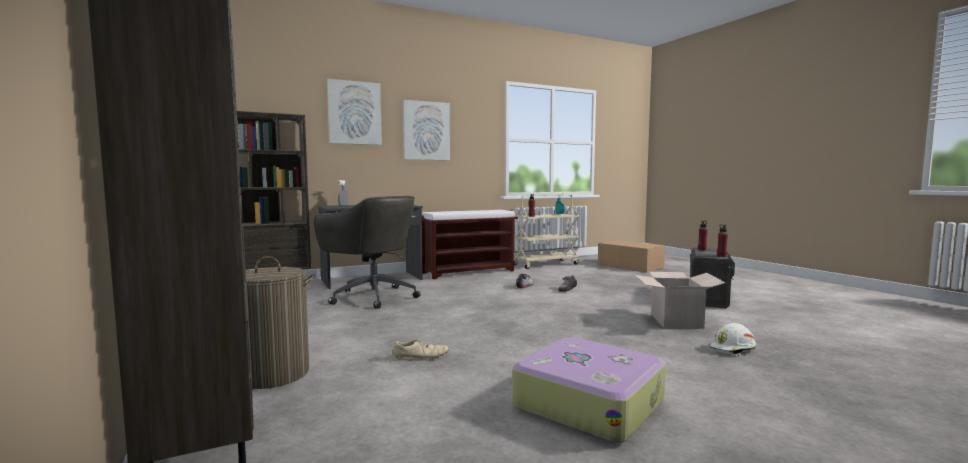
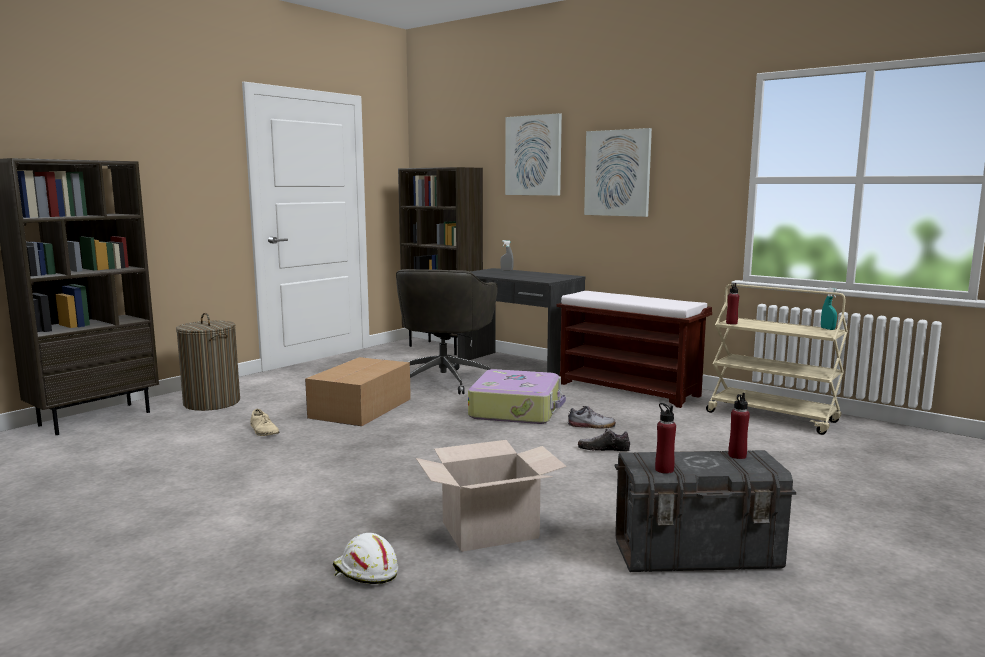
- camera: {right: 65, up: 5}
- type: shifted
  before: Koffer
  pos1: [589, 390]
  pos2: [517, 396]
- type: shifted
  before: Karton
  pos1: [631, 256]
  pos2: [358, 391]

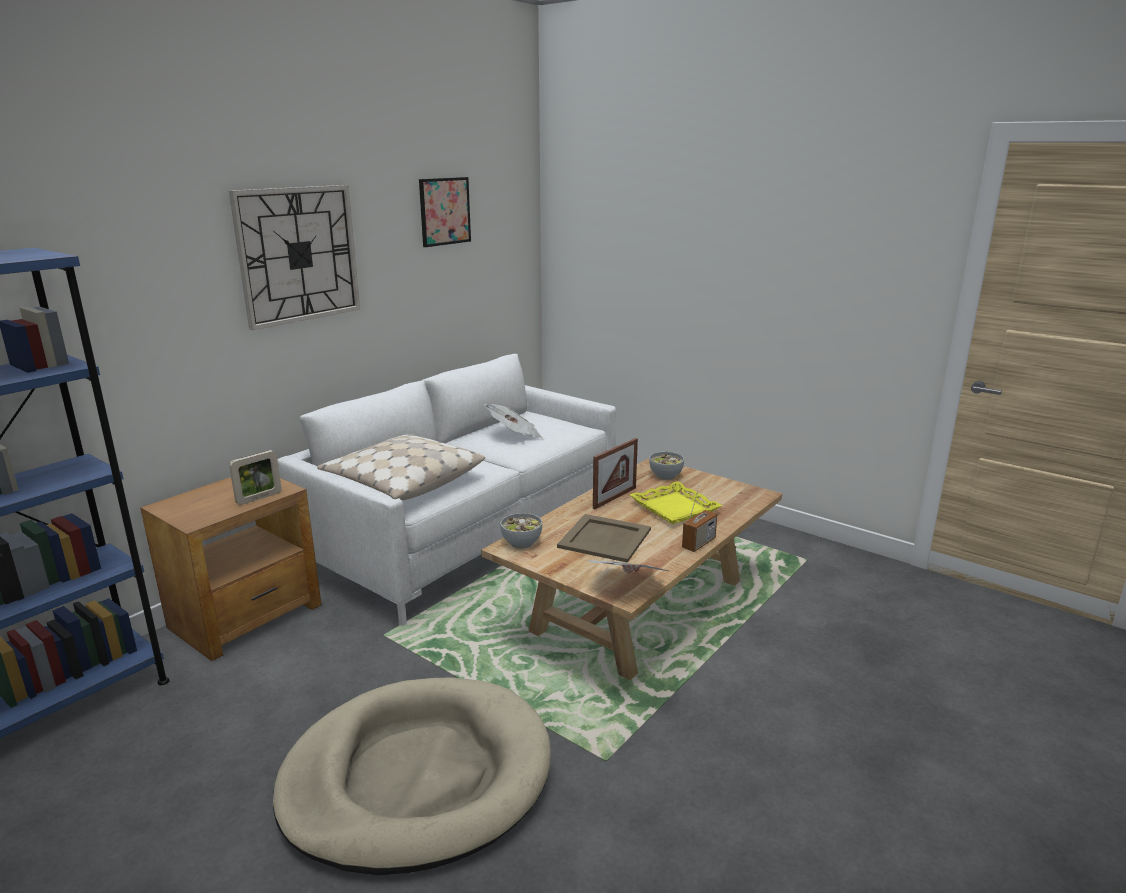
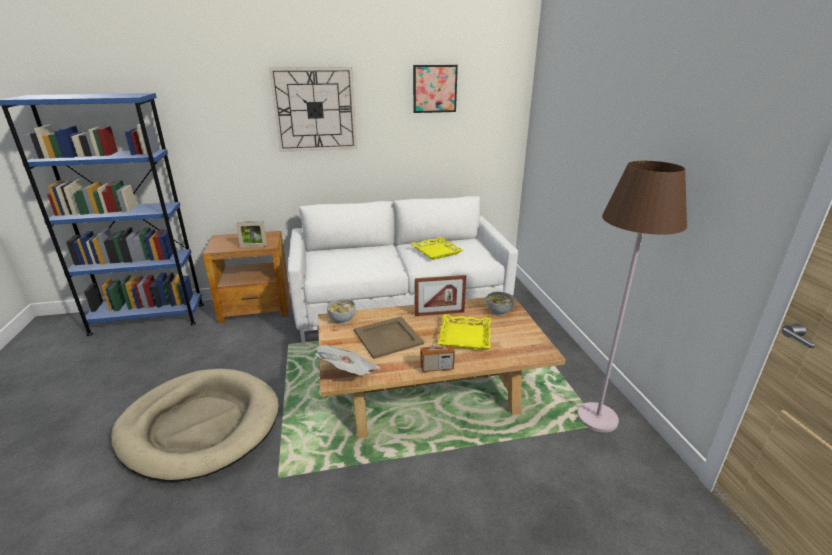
- camera: {right: 40, up: 5}
- type: gone
  before: Kissen [beige]
  pos1: [401, 467]
- type: swapped
  before: Zeitung
  after: Tablett [gelb]
  pos1: [513, 421]
  pos2: [437, 248]
- type: new
  after: Stehlampe [braun]
  pos2: [632, 297]

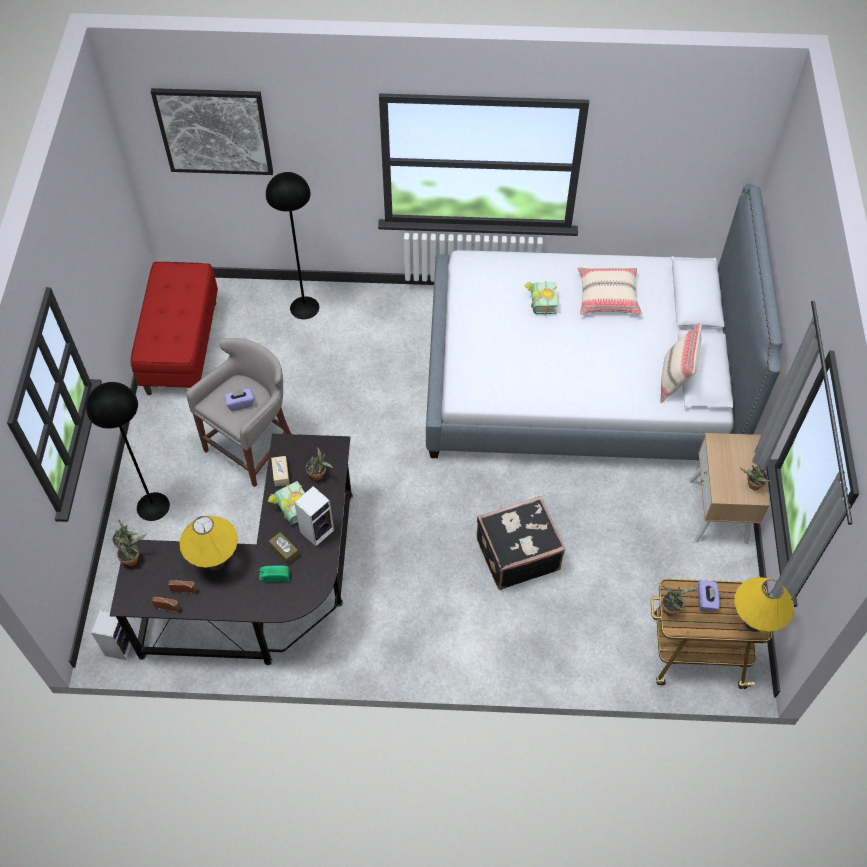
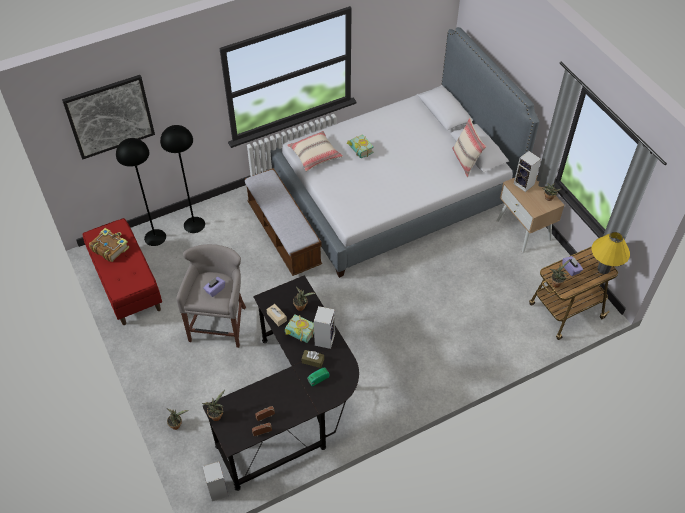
- camera: {right: -30, up: -5}
- type: shifted
  before: Stehlampe [schwarz]
  pos1: [128, 451]
  pos2: [141, 192]
- type: gone
  before: Tischlampe [gelb]
  pos1: [209, 543]
- type: gone
  before: Koffer [schwarz]
  pos1: [521, 543]
- type: shifted
  before: Kissen [beige]
  pos1: [609, 291]
  pos2: [315, 151]
- type: new
  after: Buch
  pos2: [109, 245]
- type: new
  after: Bank
  pos2: [283, 222]
- type: new
  after: Lautsprecher
  pos2: [527, 171]

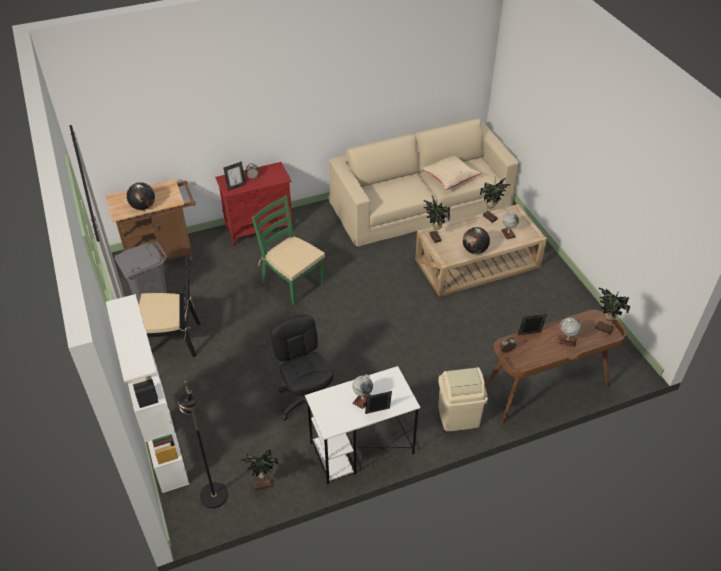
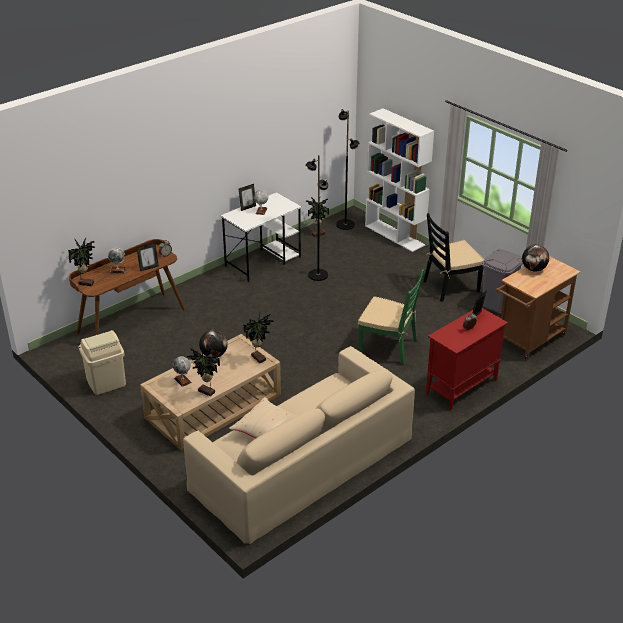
- camera: {right: 160, up: -10}
- type: swapped
  before: Bürostuhl [schwarz]
  after: Stehlampe [schwarz]
  pos1: [301, 367]
  pos2: [316, 218]
- type: shifted
  before: Mülleimer [beige]
  pos1: [463, 399]
  pos2: [102, 362]

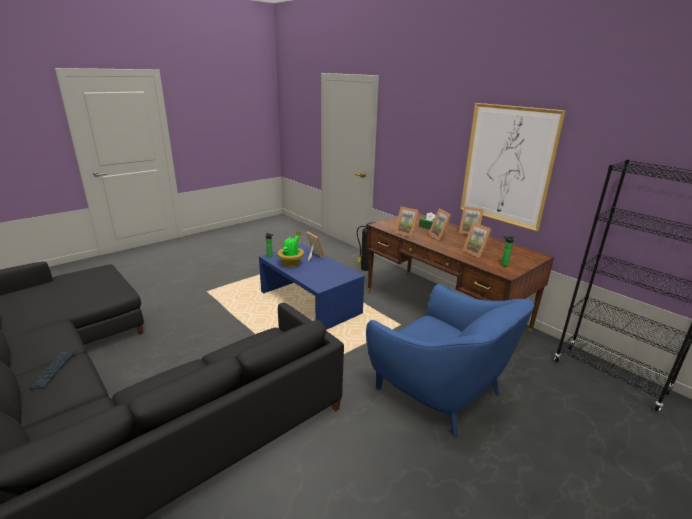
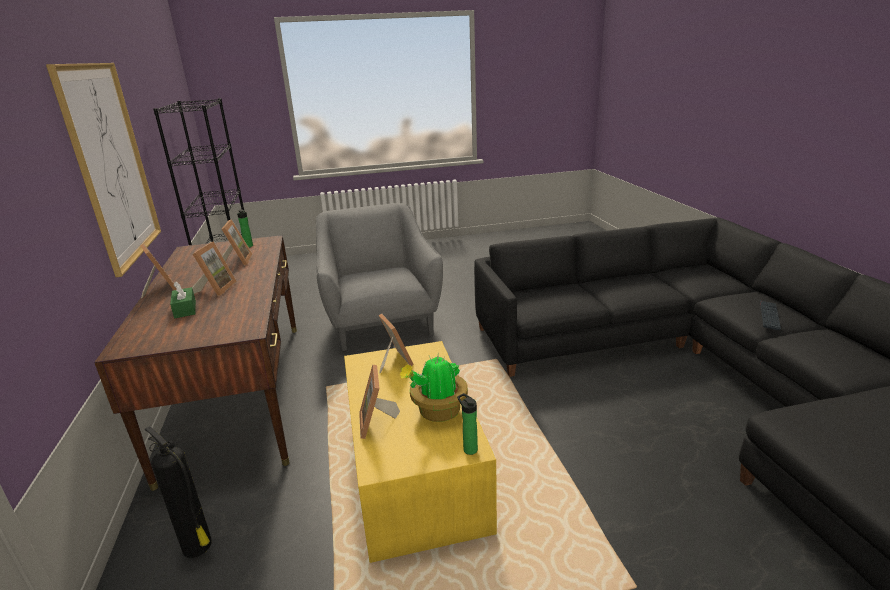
- camera: {right: -150, up: 0}
- type: repainted
  before: Couchtisch [blau]
  after: Couchtisch [gelb]
  pos1: [311, 287]
  pos2: [420, 452]
- type: repainted
  before: Sessel [blau]
  after: Sessel [grau]
  pos1: [450, 360]
  pos2: [379, 277]
- type: shifted
  before: Bilderrahmen
  pos1: [407, 221]
  pos2: [396, 343]

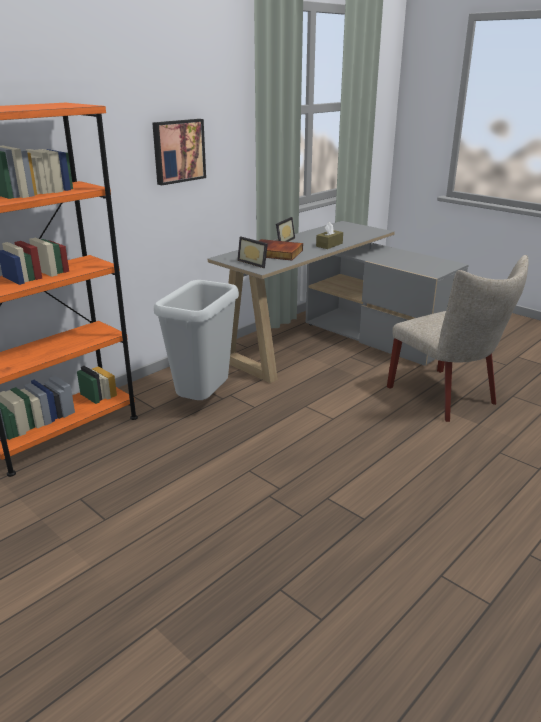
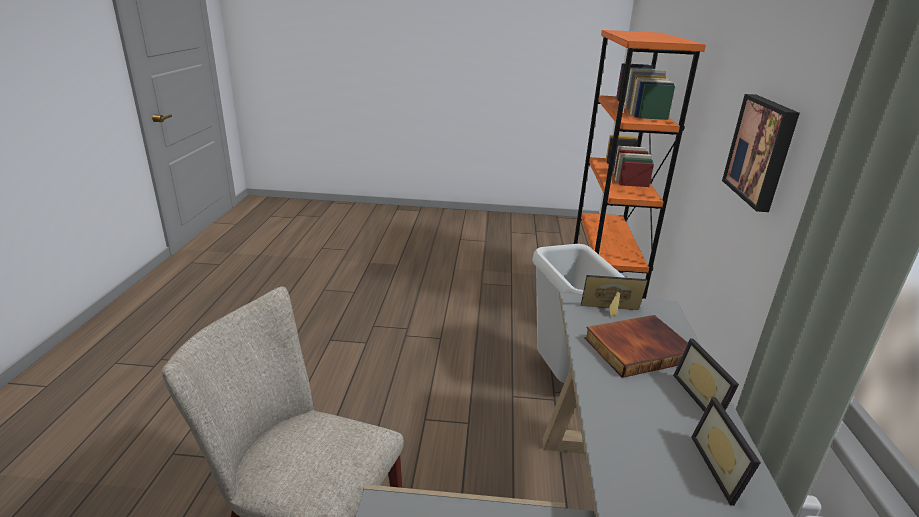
- camera: {right: 140, up: 0}
- type: gone
  before: Taschentuchbox [braun]
  pos1: [329, 235]
- type: new
  after: Bilderrahmen
  pos2: [726, 451]

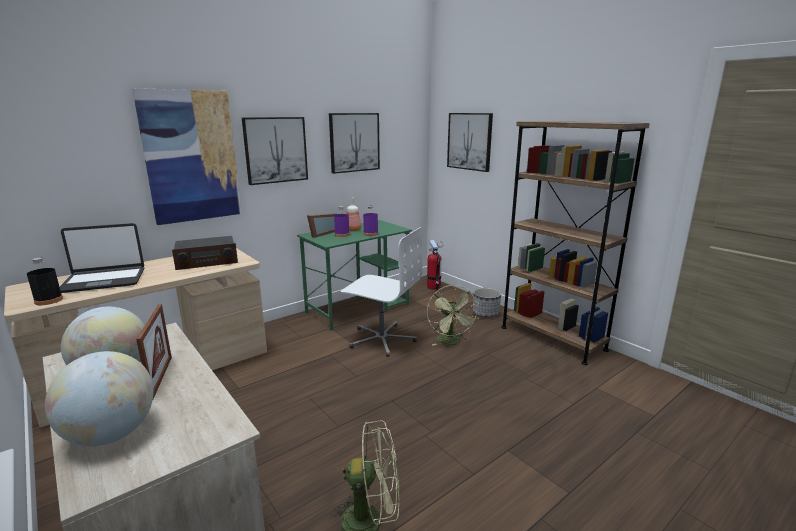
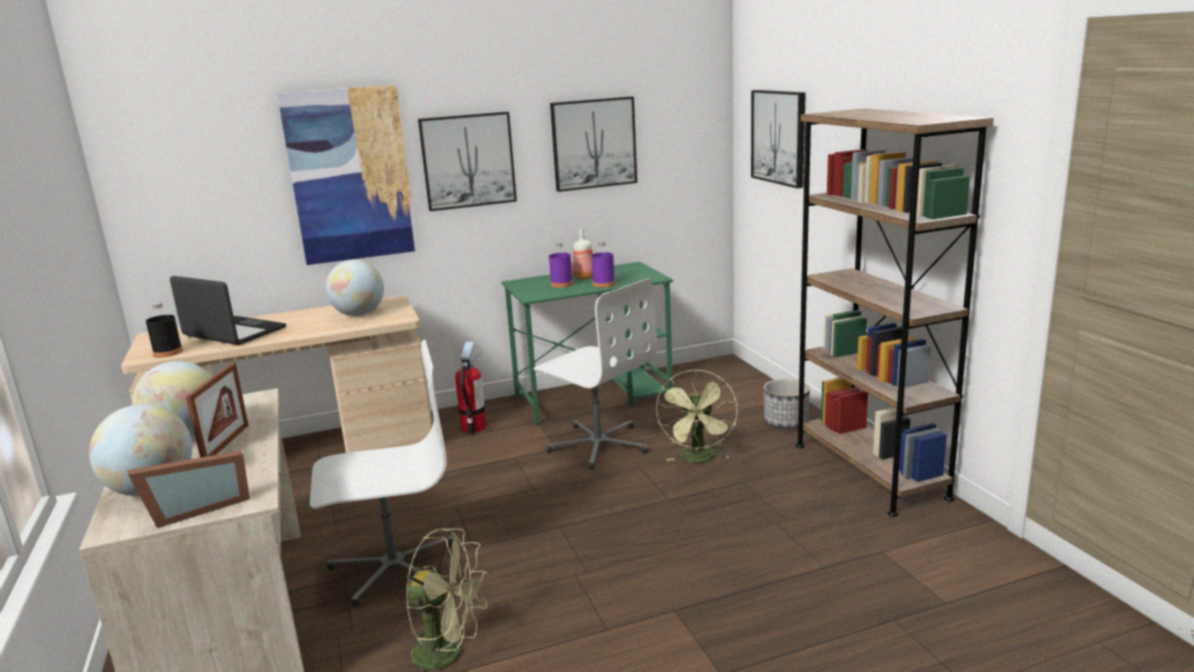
- camera: {right: 20, up: 0}
- type: rotated
  before: Laptop
  pos1: [102, 258]
  pos2: [228, 310]
  turn: -150
- type: swapped
  before: Radio
  after: Globus
  pos1: [205, 253]
  pos2: [355, 288]
- type: shifted
  before: Bilderrahmen
  pos1: [321, 225]
  pos2: [188, 489]
- type: shifted
  before: Feuerlöscher
  pos1: [435, 265]
  pos2: [471, 388]
- type: new
  after: Bürostuhl [weiß]
  pos2: [382, 473]

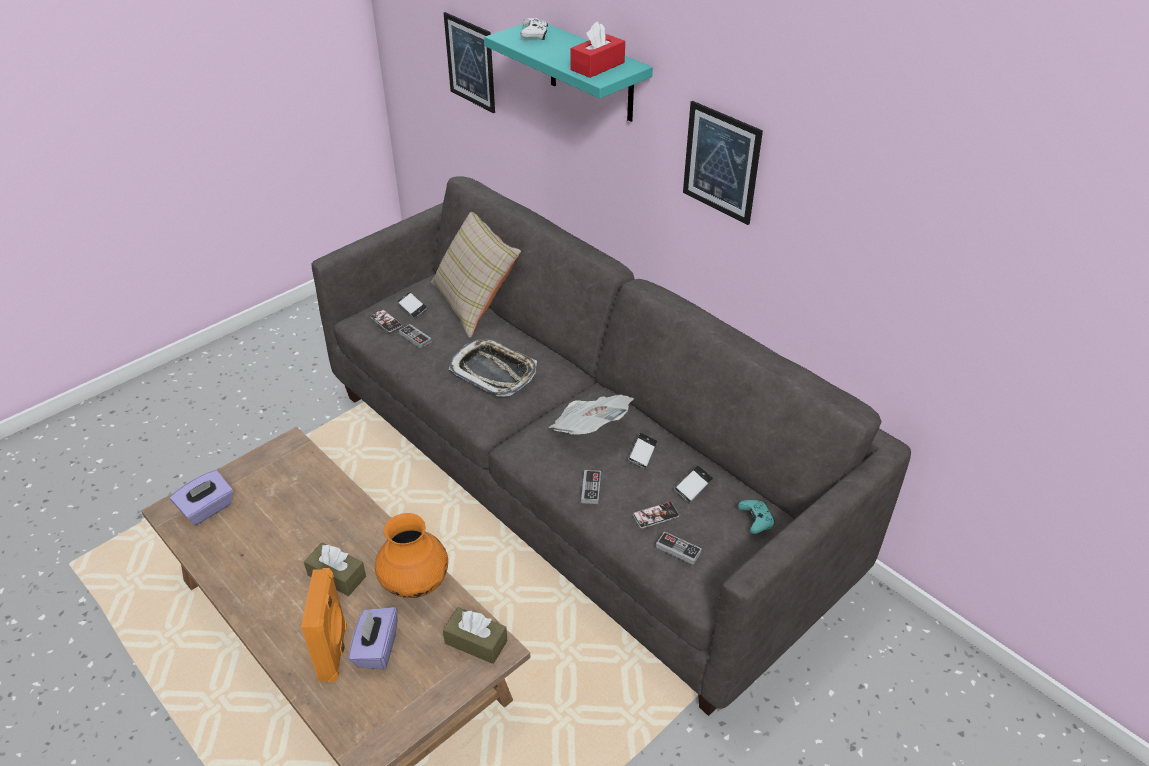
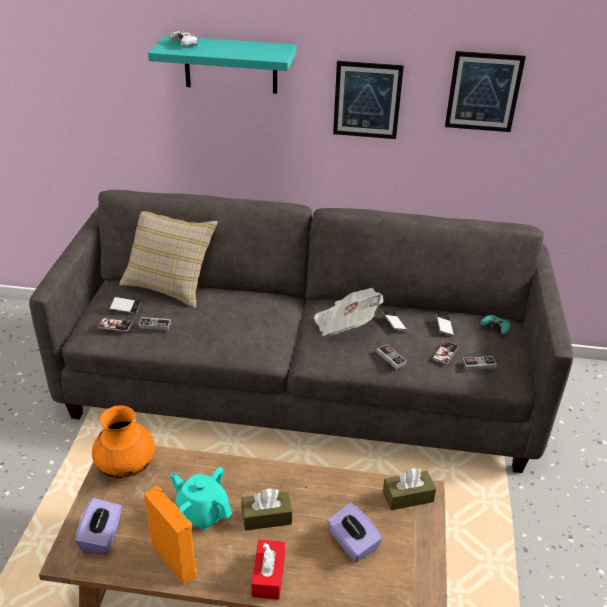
- camera: {right: -40, up: -5}
- type: shifted
  before: Lautsprecher [orange]
  pos1: [324, 625]
  pos2: [170, 535]
- type: shifted
  before: Vase [orange]
  pos1: [411, 555]
  pos2: [123, 441]
- type: shifted
  before: Bild
  pos1: [469, 62]
  pos2: [485, 91]
- type: gone
  before: Tablett
  pos1: [492, 367]
- type: shifted
  before: Taschentuchbox [rot]
  pos1: [597, 49]
  pos2: [268, 570]
- type: new
  after: Teekanne [türkis]
  pos2: [201, 498]

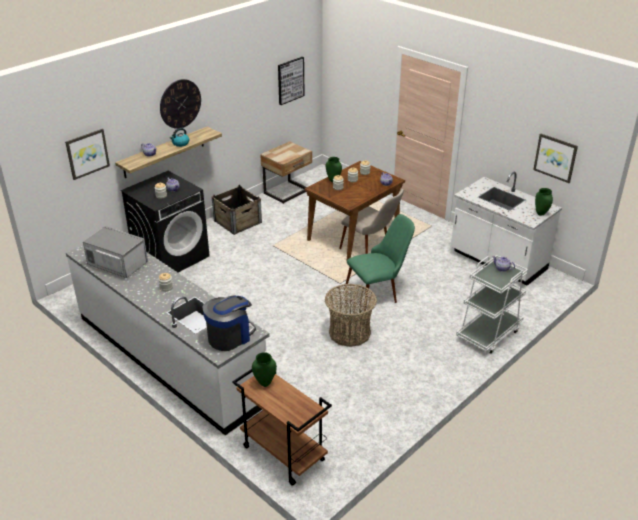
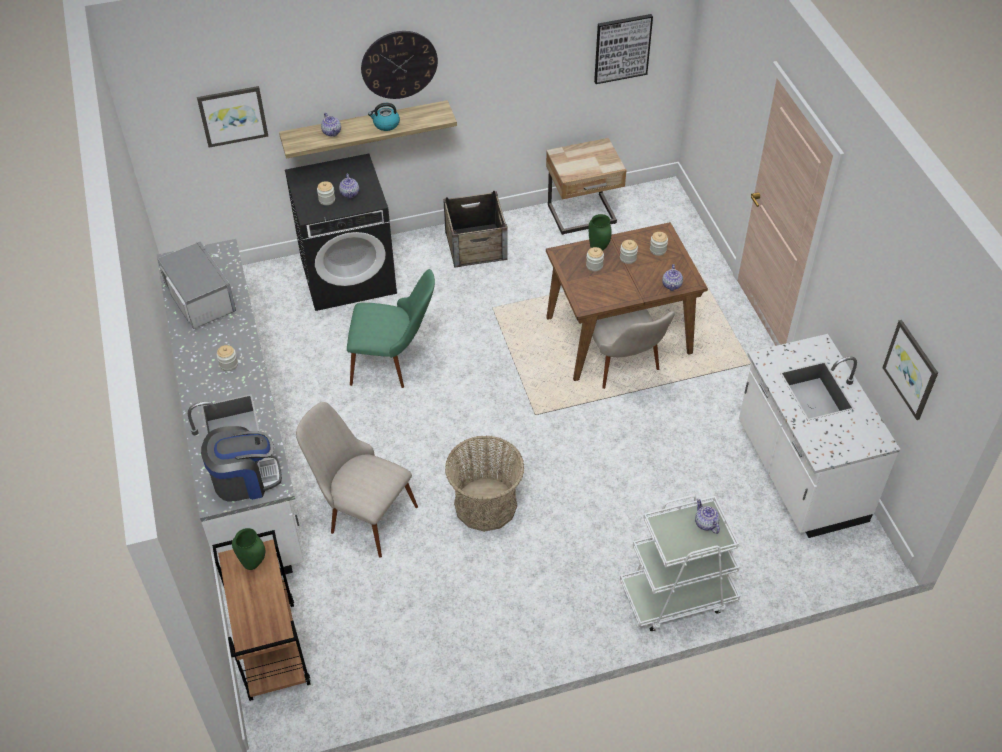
- camera: {right: 30, up: 15}
- type: shifted
  before: Stuhl [grün]
  pos1: [380, 261]
  pos2: [391, 328]
- type: gone
  before: Vase [grün]
  pos1: [544, 202]
- type: new
  after: Stuhl [beige]
  pos2: [357, 480]

